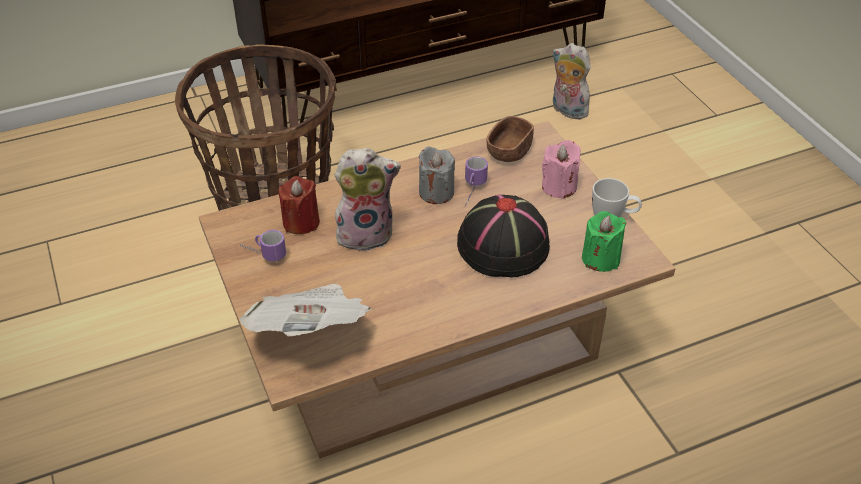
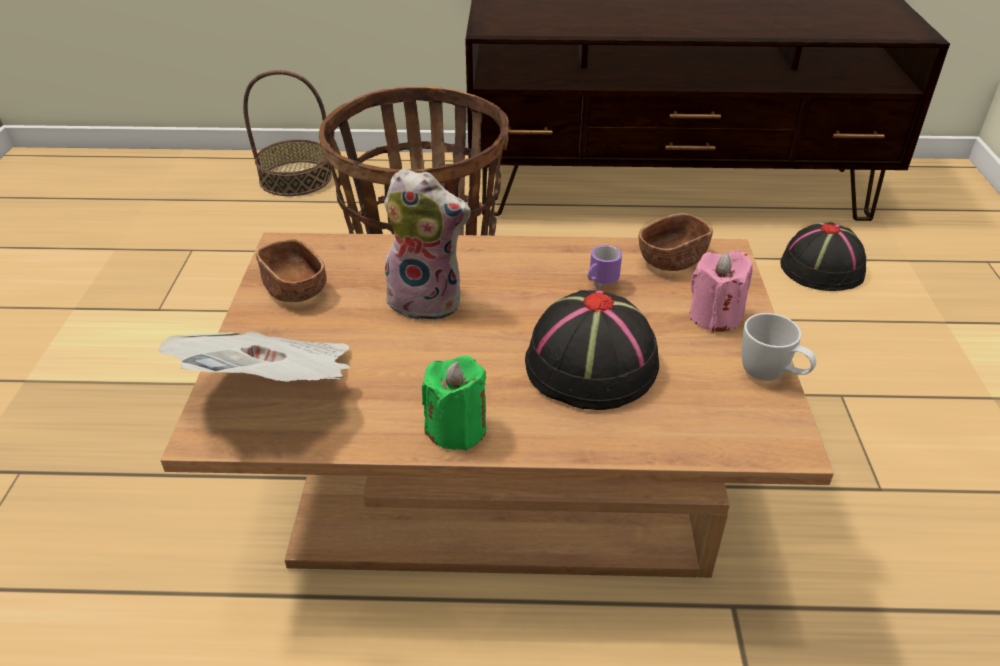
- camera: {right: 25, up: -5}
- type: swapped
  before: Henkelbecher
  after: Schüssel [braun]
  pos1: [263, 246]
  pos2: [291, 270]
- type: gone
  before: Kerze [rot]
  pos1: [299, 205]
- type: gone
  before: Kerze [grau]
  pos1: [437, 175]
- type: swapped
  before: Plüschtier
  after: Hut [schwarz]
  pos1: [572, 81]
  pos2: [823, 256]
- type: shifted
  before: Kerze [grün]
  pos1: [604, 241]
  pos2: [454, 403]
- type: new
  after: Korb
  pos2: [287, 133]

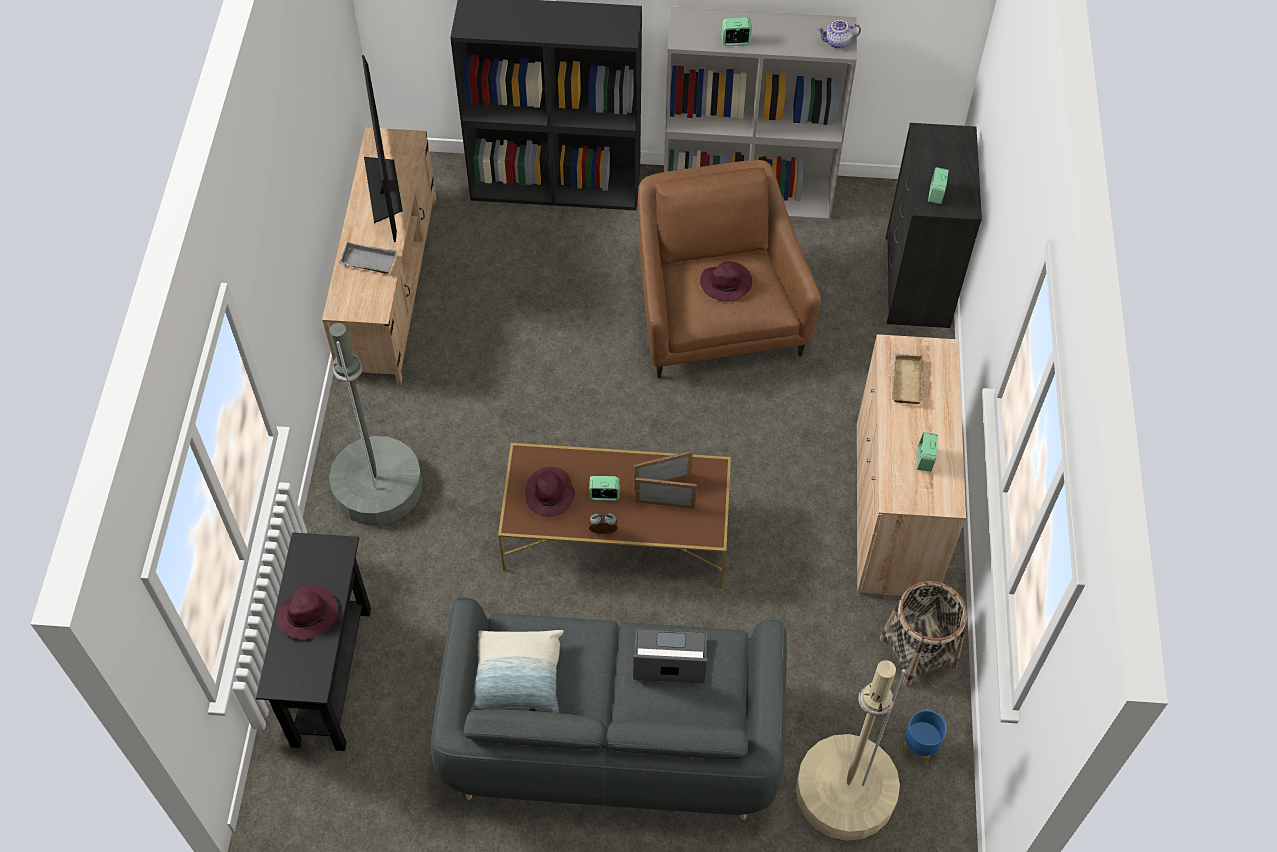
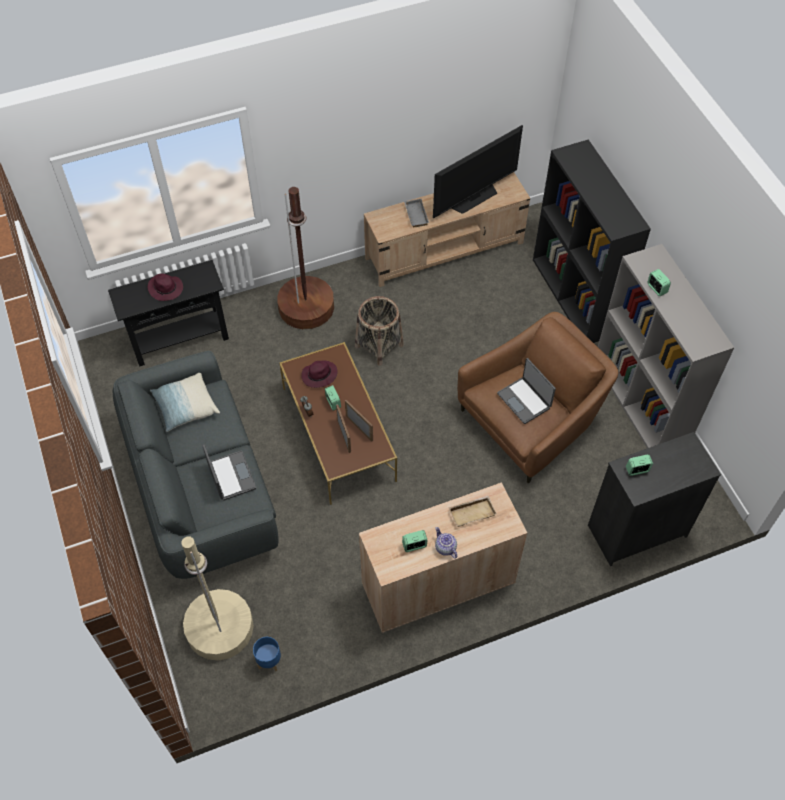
- camera: {right: 65, up: 0}
- type: repainted
  before: Stehlampe [grau]
  after: Stehlampe [braun]
  pos1: [376, 424]
  pos2: [305, 258]
- type: swapped
  before: Hut [lila]
  after: Laptop
  pos1: [726, 281]
  pos2: [526, 391]
- type: shifted
  before: Teekanne
  pos1: [839, 34]
  pos2: [446, 543]
- type: shifted
  before: Korb
  pos1: [923, 633]
  pos2: [379, 331]

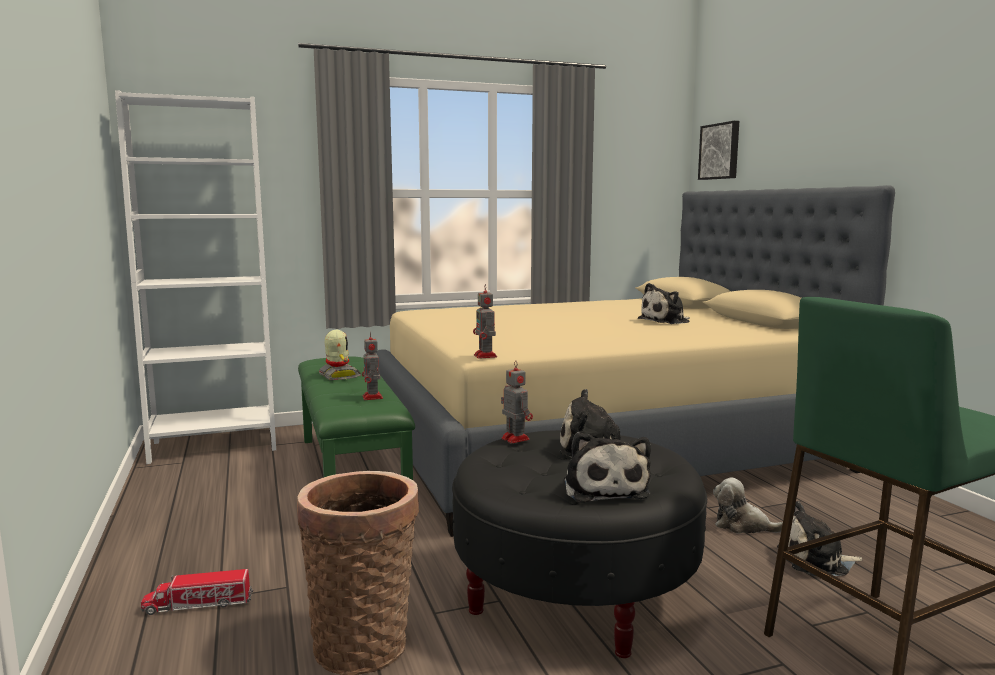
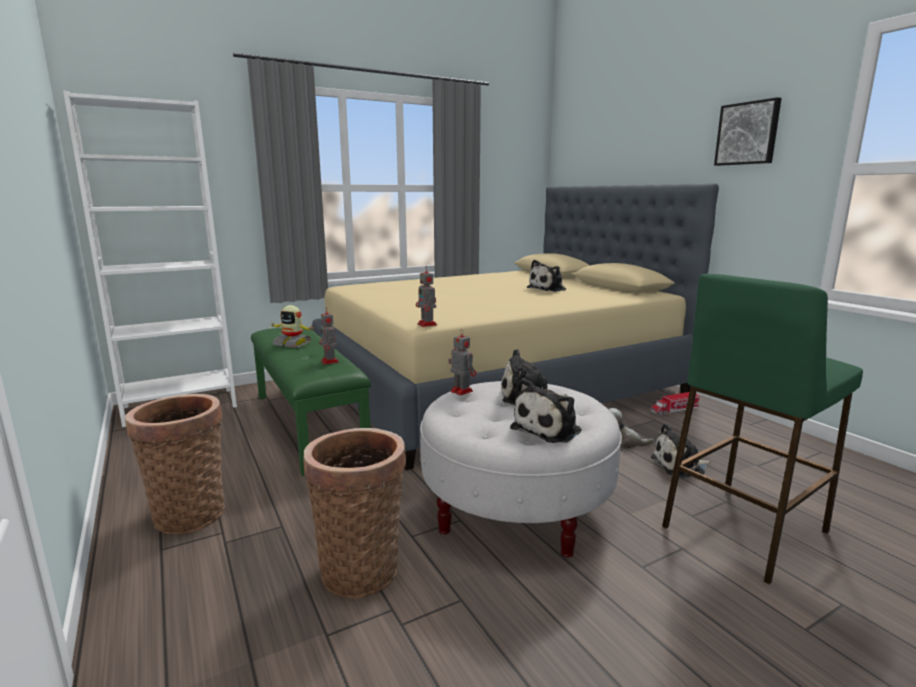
- camera: {right: -10, up: 5}
- type: shifted
  before: Spielzeuglaster
  pos1: [197, 592]
  pos2: [675, 403]
- type: rotated
  before: Spielzeugroboter
  pos1: [340, 355]
  pos2: [292, 326]
  turn: 150
- type: repainted
  before: Polsterhocker [schwarz]
  after: Polsterhocker [weiß]
  pos1: [579, 544]
  pos2: [521, 469]
- type: rotated
  before: Plüschtier
  pos1: [607, 467]
  pos2: [545, 410]
  turn: 60
- type: shifted
  before: Bild
  pos1: [718, 150]
  pos2: [748, 131]
- type: new
  after: Korb
  pos2: [175, 464]

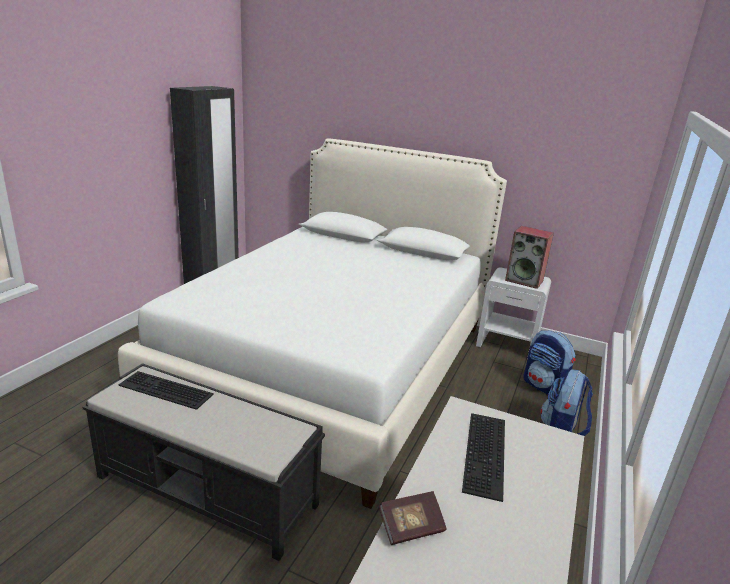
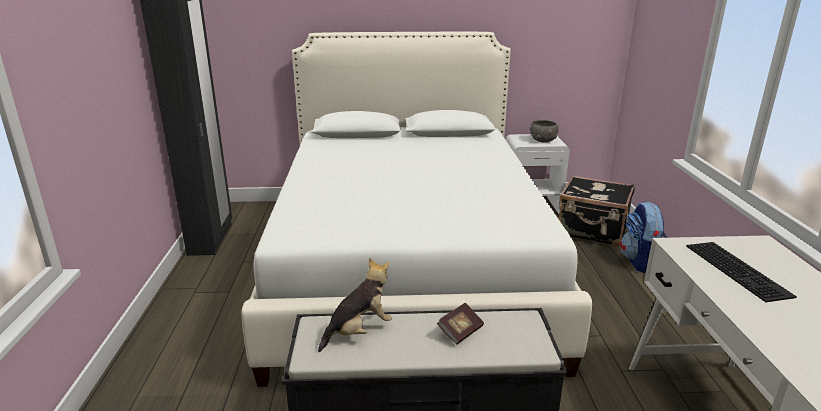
- camera: {right: -25, up: 0}
- type: swapped
  before: Tastatur
  after: Plüschtier
  pos1: [166, 390]
  pos2: [355, 305]
- type: shifted
  before: Buch
  pos1: [413, 518]
  pos2: [460, 324]
- type: swapped
  before: Lautsprecher
  after: Schüssel [grau]
  pos1: [529, 257]
  pos2: [544, 131]
- type: swapped
  before: Rucksack
  after: Koffer [schwarz]
  pos1: [549, 362]
  pos2: [597, 210]

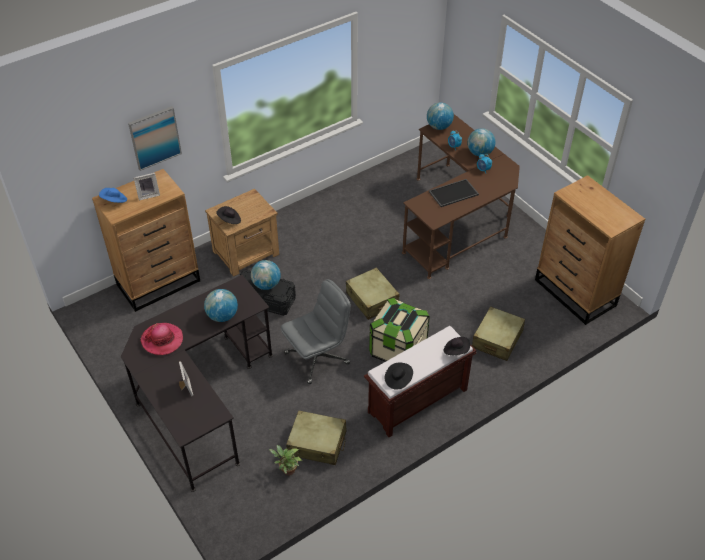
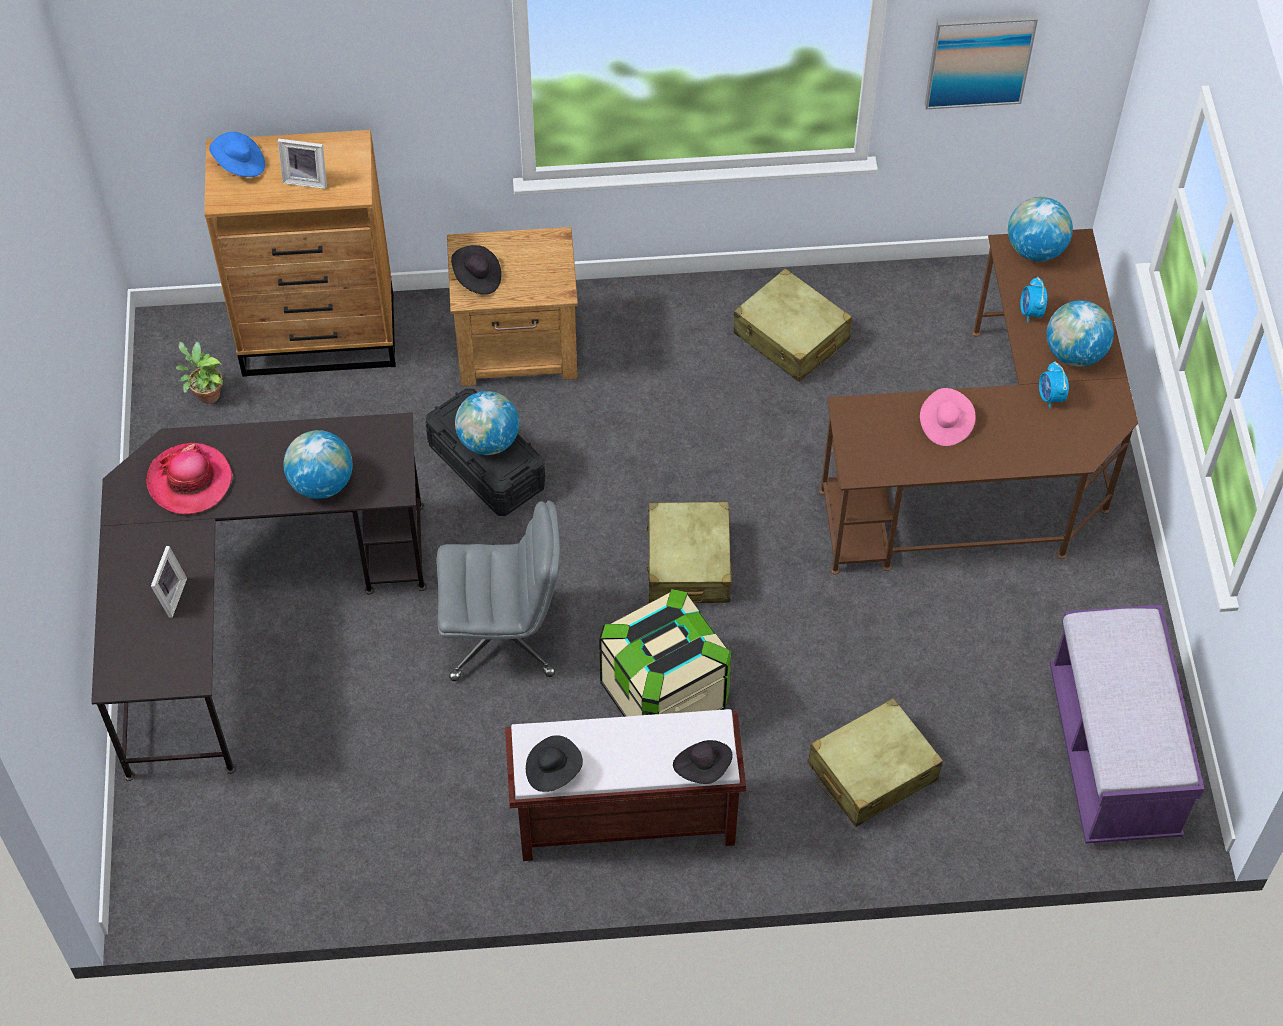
- camera: {right: 30, up: 10}
- type: shifted
  before: Bild
  pos1: [155, 138]
  pos2: [981, 61]
- type: shifted
  before: Topfpflanze
  pos1: [285, 460]
  pos2: [200, 373]
- type: shifted
  before: Koffer [beige]
  pos1: [316, 437]
  pos2: [793, 325]
- type: swapped
  before: Tablett
  after: Hut [rosa]
  pos1: [454, 193]
  pos2: [948, 417]
- type: swapped
  before: Kommode [braun]
  after: Bank [lila]
  pos1: [590, 250]
  pos2: [1127, 724]

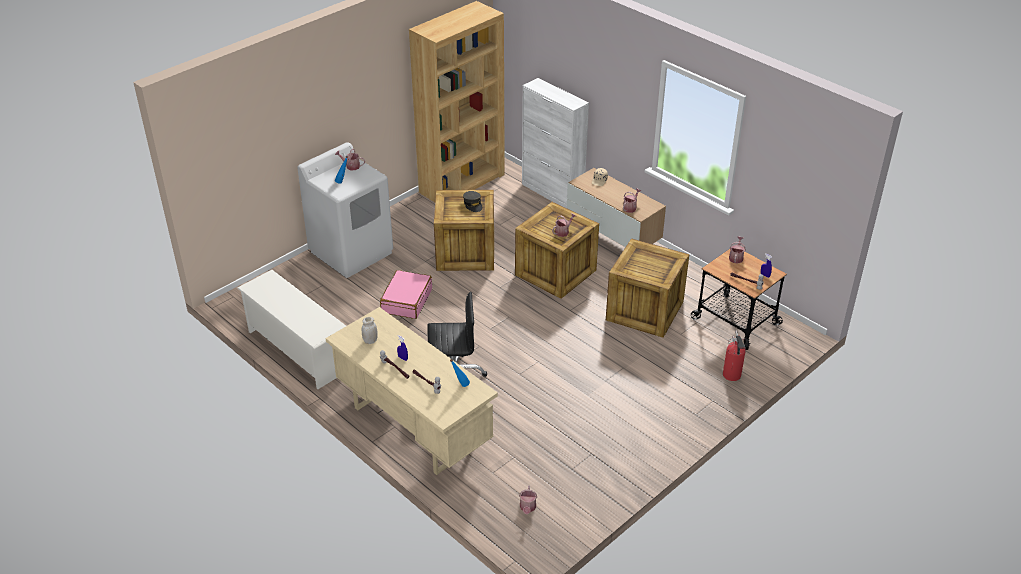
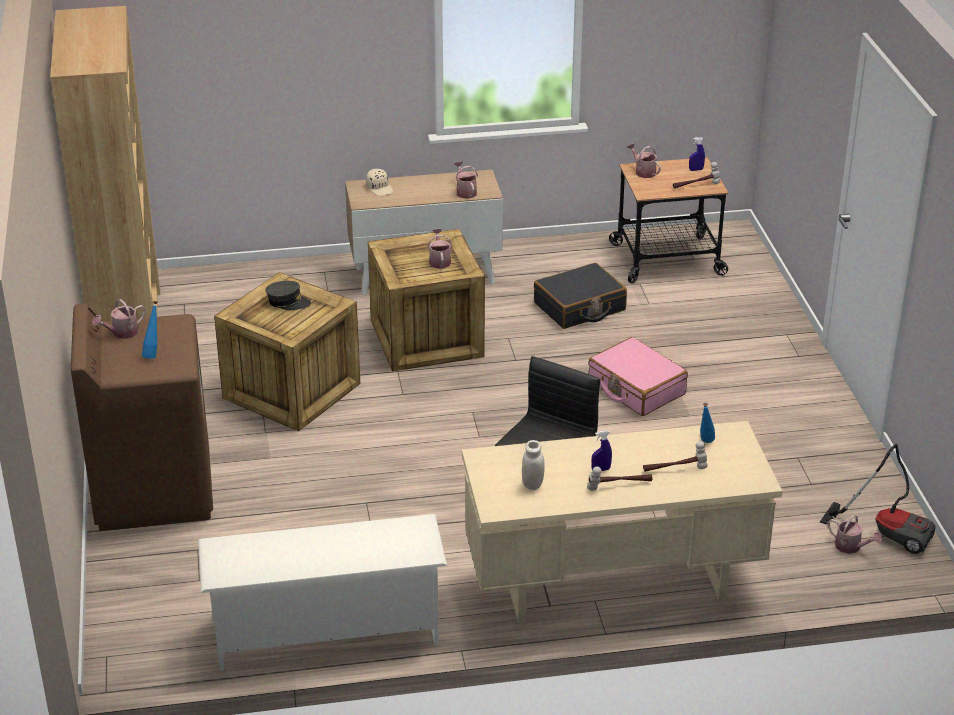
- camera: {right: -55, up: -5}
- type: repainted
  before: Waschmaschine [weiß]
  after: Waschmaschine [braun]
  pos1: [345, 210]
  pos2: [142, 417]
- type: shifted
  before: Koffer [rosa]
  pos1: [406, 294]
  pos2: [638, 376]
- type: gone
  before: Schrank [weiß]
  pos1: [555, 143]
- type: swapped
  before: Kiste
  after: Koffer [schwarz]
  pos1: [647, 288]
  pos2: [580, 296]
- type: gone
  before: Feuerlöscher
  pos1: [734, 355]
- type: new
  after: Staubsauger
  pos2: [878, 499]

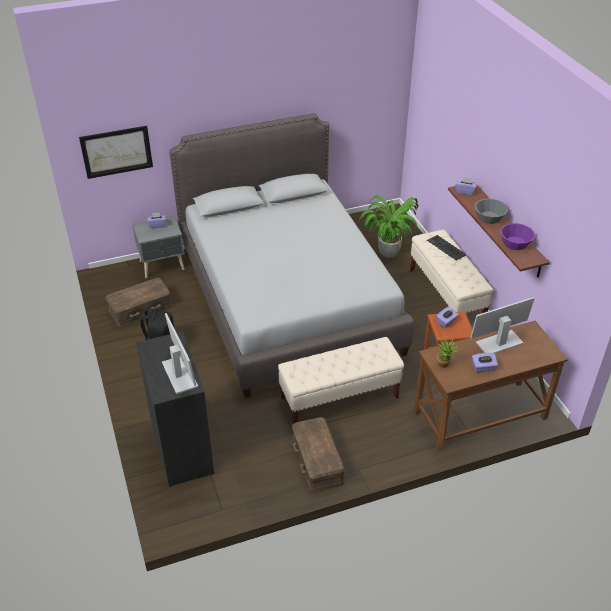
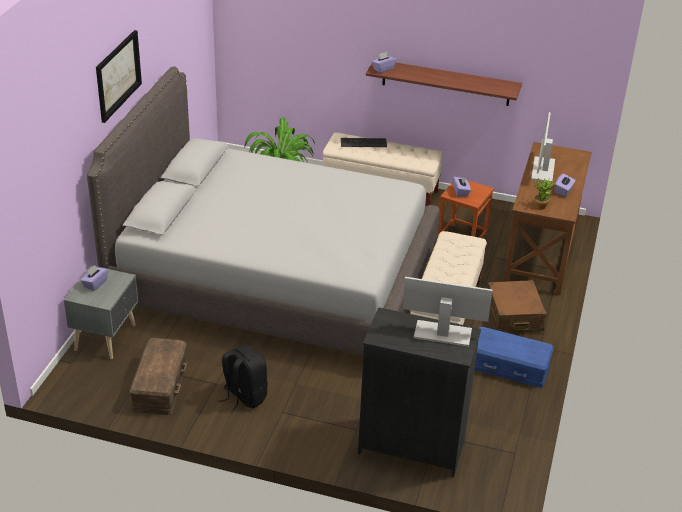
- camera: {right: -55, up: -5}
- type: shifted
  before: Bild
  pos1: [116, 152]
  pos2: [119, 76]
- type: repainted
  before: Aufbewahrungsbox [braun]
  after: Aufbewahrungsbox [blau]
  pos1: [318, 454]
  pos2: [514, 357]
- type: gone
  before: Schüssel [grau]
  pos1: [491, 211]
- type: gone
  before: Schüssel [lila]
  pos1: [517, 236]
- type: new
  after: Koffer [braun]
  pos2: [517, 306]

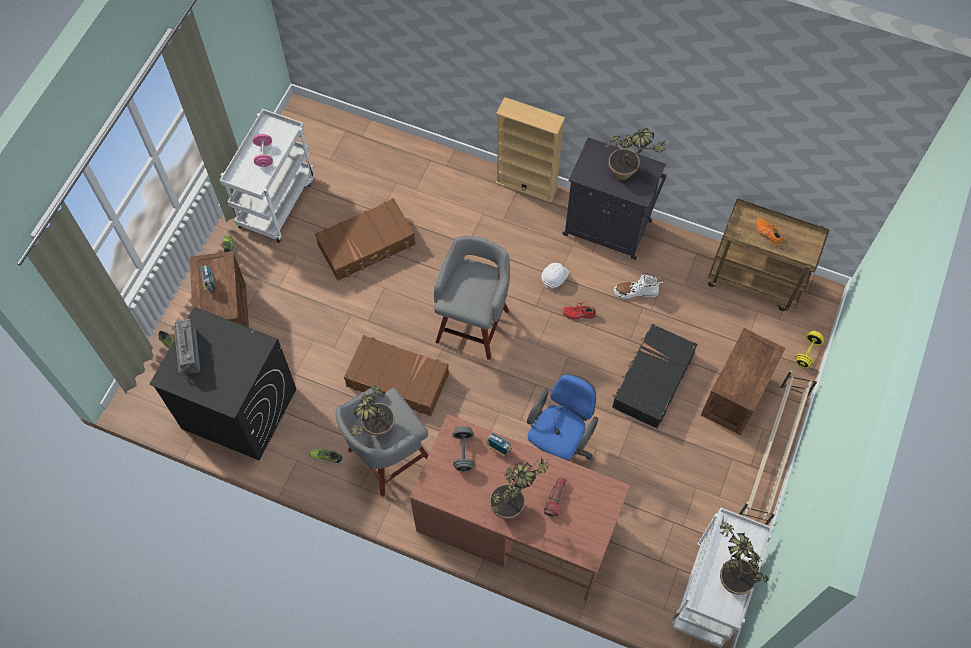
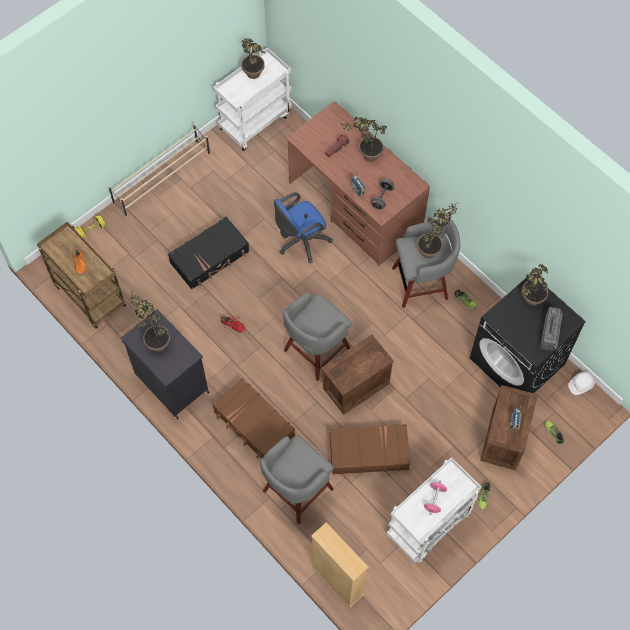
- camera: {right: -155, up: 0}
- type: shifted
  before: Koffer [braun]
  pos1: [396, 375]
  pos2: [253, 418]
- type: shifted
  before: Bücherregal [beige]
  pos1: [530, 150]
  pos2: [339, 564]
- type: shifted
  before: Schutzhelm [weiß]
  pos1: [555, 276]
  pos2: [581, 383]
- type: gone
  before: Stiefel [weiß]
  pos1: [638, 286]
- type: shifted
  before: Kiste
  pos1: [743, 381]
  pos2: [357, 374]
- type: new
  after: Hocker [grau]
  pos2: [296, 480]
- type: new
  after: Topfpflanze
  pos2: [534, 285]

